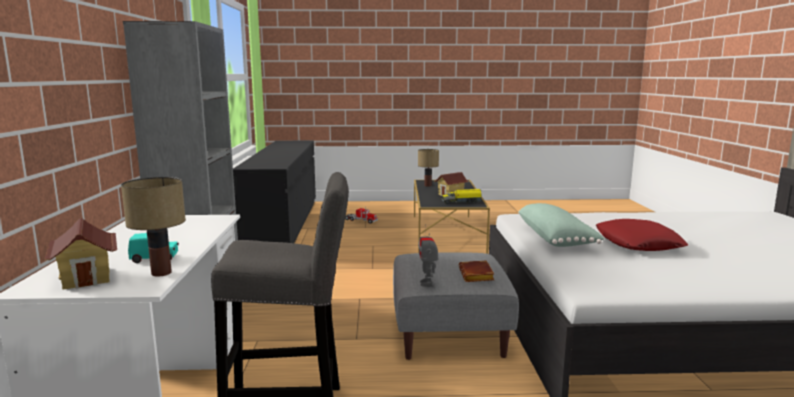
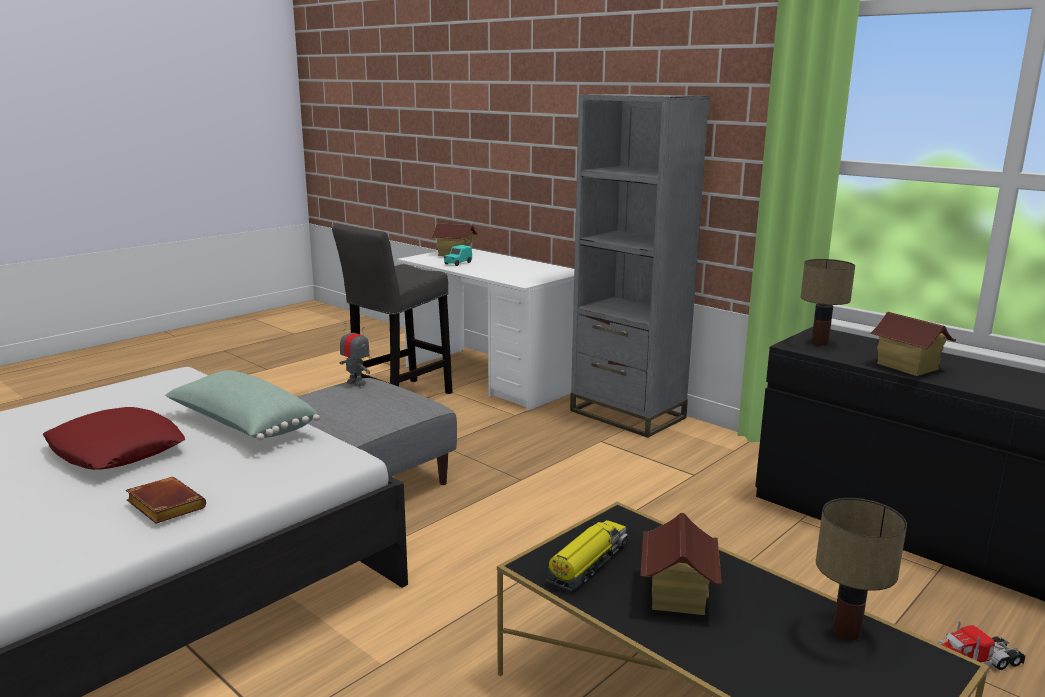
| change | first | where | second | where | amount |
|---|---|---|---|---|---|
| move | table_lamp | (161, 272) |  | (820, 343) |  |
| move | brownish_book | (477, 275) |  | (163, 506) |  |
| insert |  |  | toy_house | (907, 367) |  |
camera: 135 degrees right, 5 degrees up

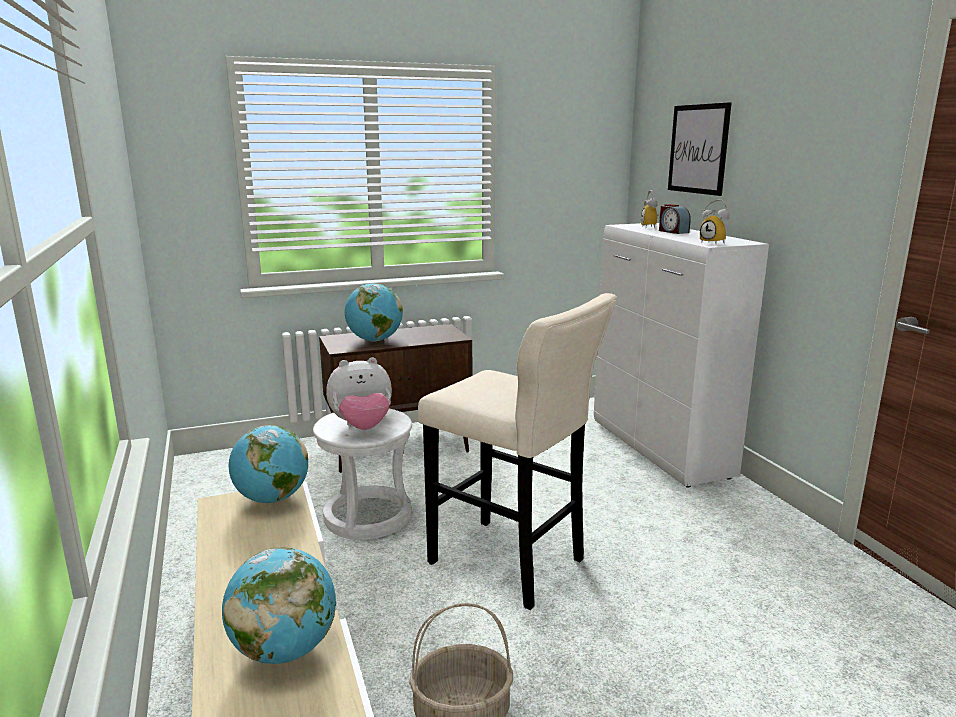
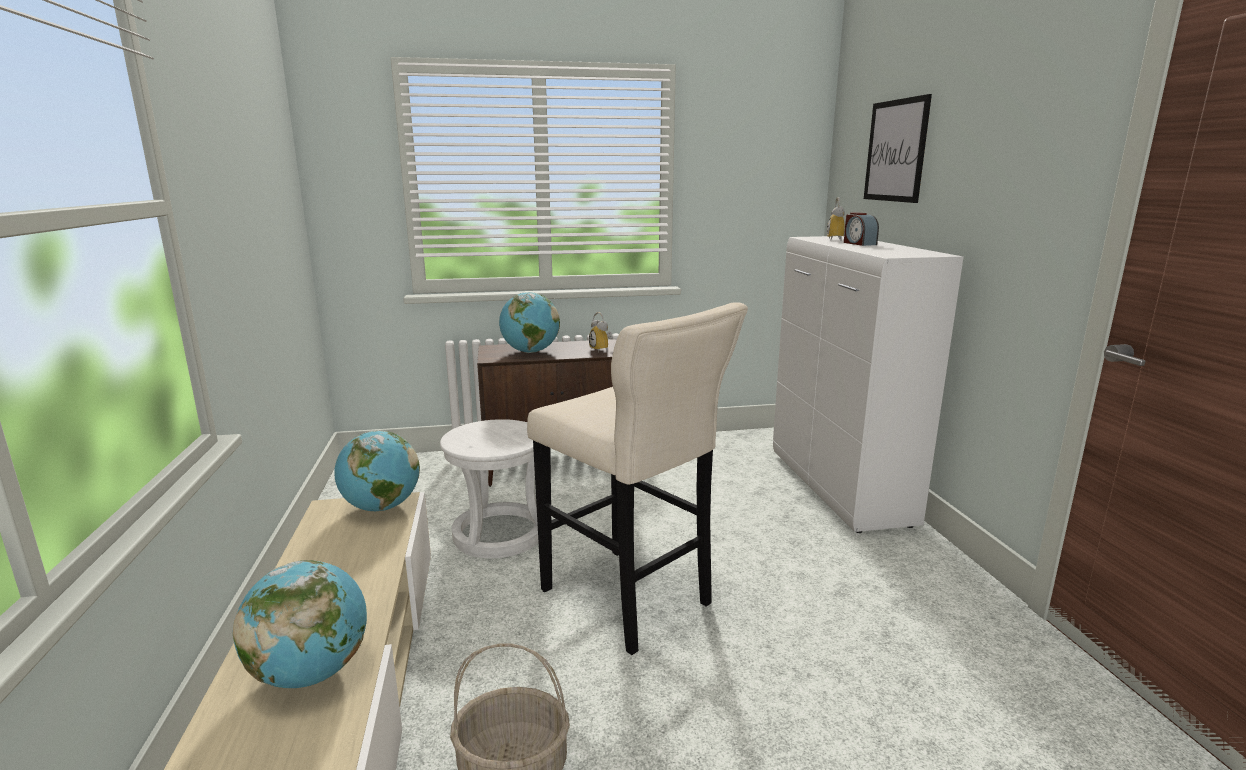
| change | first | where | second | where | amount |
|---|---|---|---|---|---|
| delete | plush_toy | (362, 427) |  |  |  |
| move | table_clock | (715, 243) |  | (602, 350) |  |
camera: 10 degrees right, 0 degrees up

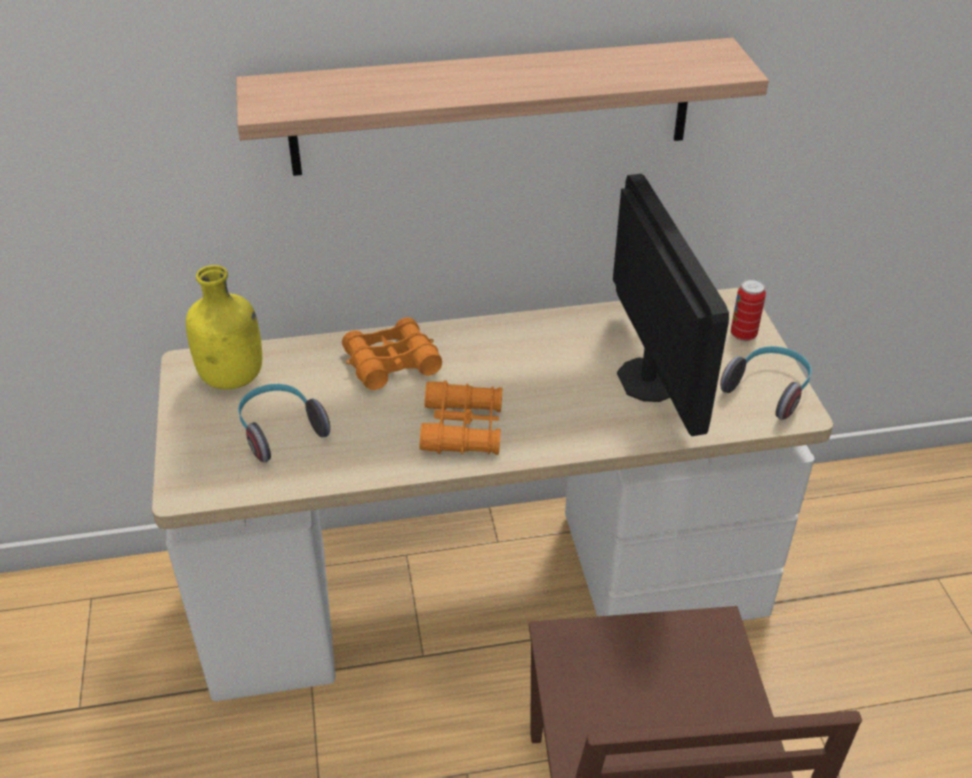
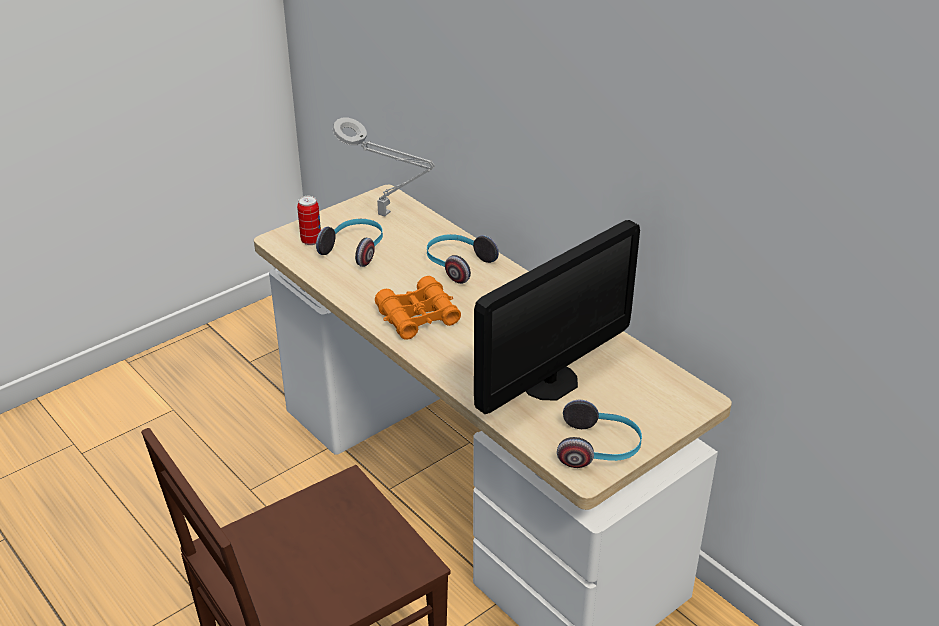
| change | first | where | second | where | amount |
|---|---|---|---|---|---|
| replace | yellowish_drink_bottle | (234, 378) | greyish_table_lamp | (387, 215) |  |
| delete | wall_shelf | (492, 107) |  |  |  |
| replace | orange-coloured_field_glasses | (391, 363) | headphones | (457, 265) |  |
| move | metal_can | (743, 335) |  | (311, 241) |  |
camera: 60 degrees right, 5 degrees down

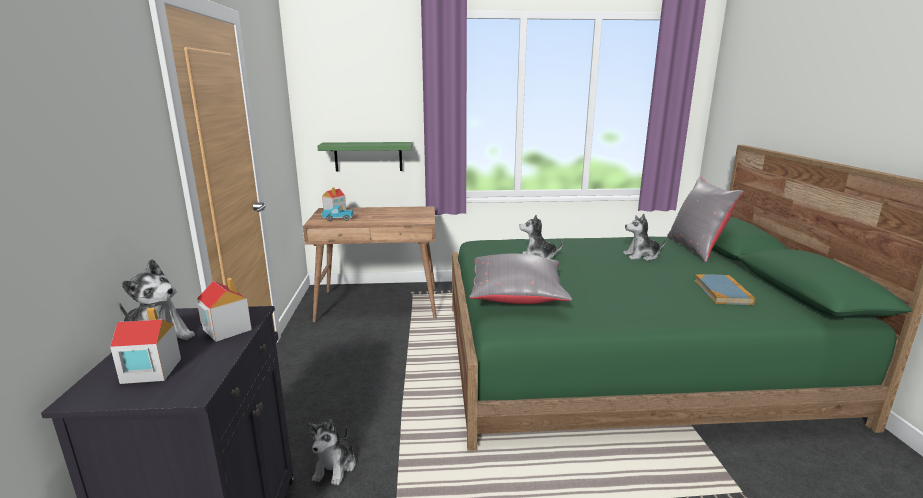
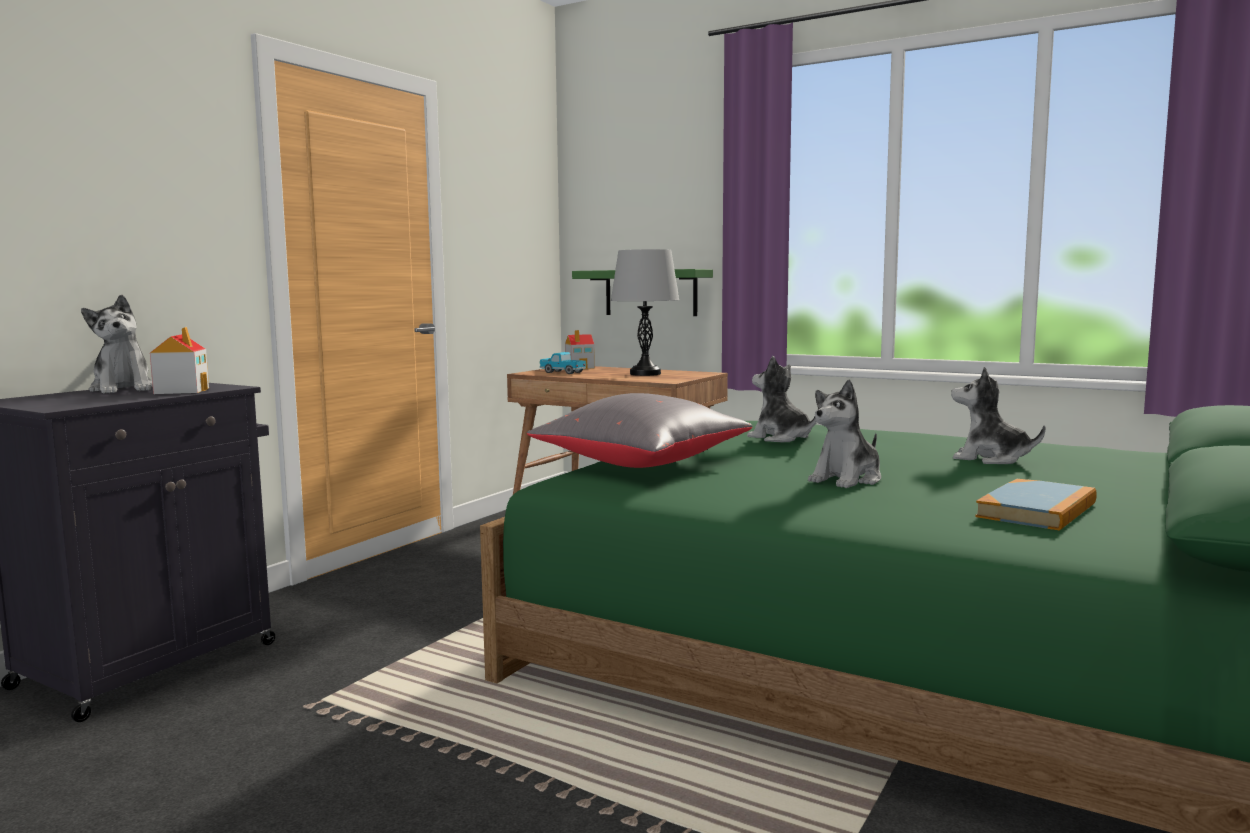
| change | first | where | second | where | amount |
|---|---|---|---|---|---|
| delete | toy_house | (150, 371) |  |  |  |
| move | plush_toy | (335, 467) |  | (847, 479) |  |
| delete | greyish_throw_pillow | (696, 248) |  |  |  |
| insert |  |  | greyish_table_lamp | (645, 374) |  |
camera: 35 degrees right, 10 degrees down

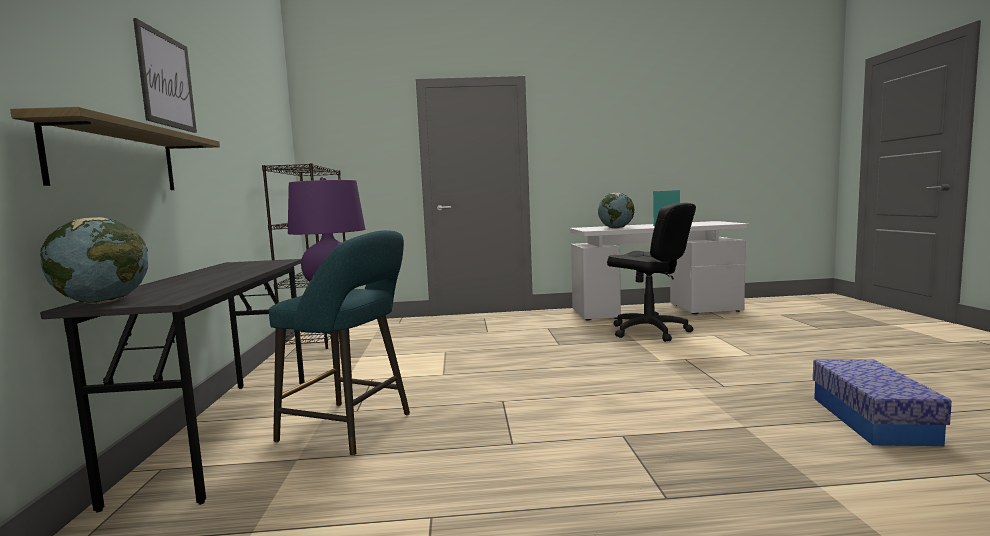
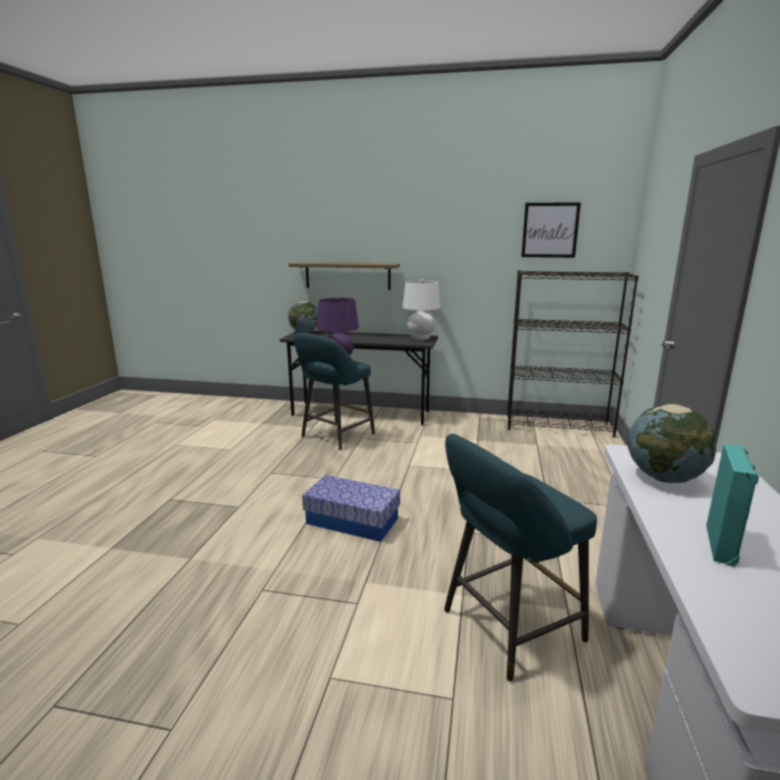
| change | first | where | second | where | amount |
|---|---|---|---|---|---|
| move | wall_picture | (166, 80) |  | (550, 230) |  |
| replace | black_computer_chair | (649, 331) | blue-green_sitting_stool | (506, 628) |  |
| move | storage_box | (871, 419) |  | (352, 521) |  |
| insert |  |  | whitish_table_lamp | (420, 338) |  |
camera: 105 degrees right, 10 degrees up

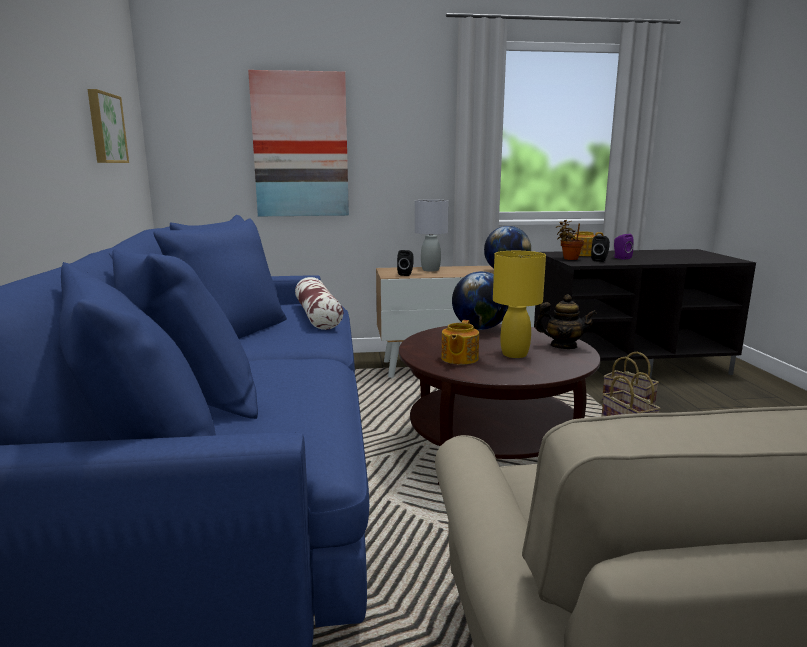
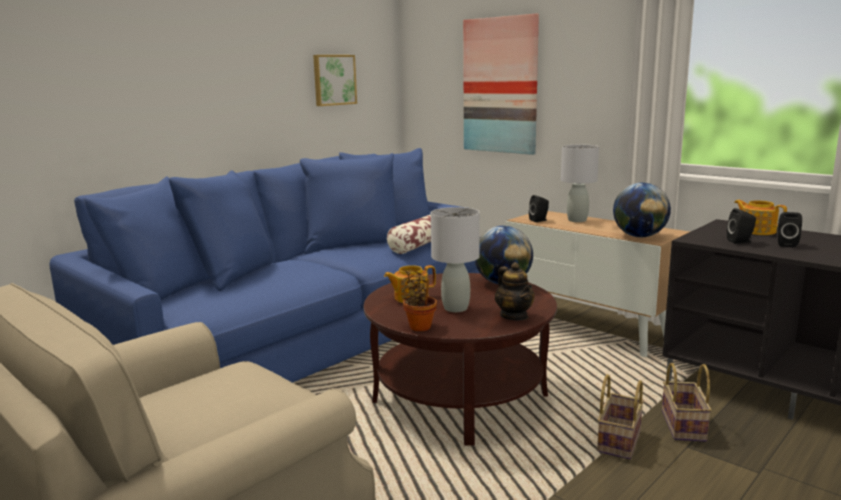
| change | first | where | second | where | amount |
|---|---|---|---|---|---|
| recolor | yellowish_table_lamp | (515, 354) | greyish_table_lamp | (455, 308) |  |
| move | plant_in_a_pot | (568, 258) |  | (419, 326) |  |
| recolor | purplish_loudspeaker | (621, 258) | black_loudspeaker | (786, 244) |  |
camera: 50 degrees right, 0 degrees up

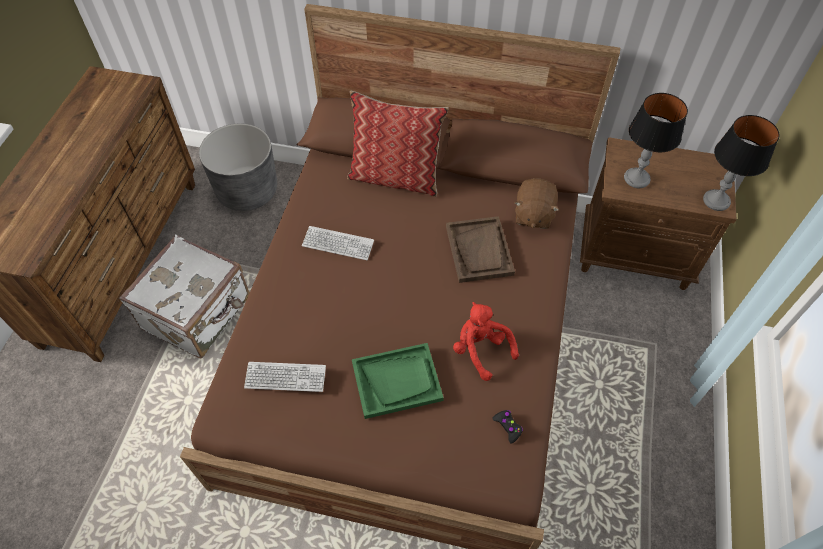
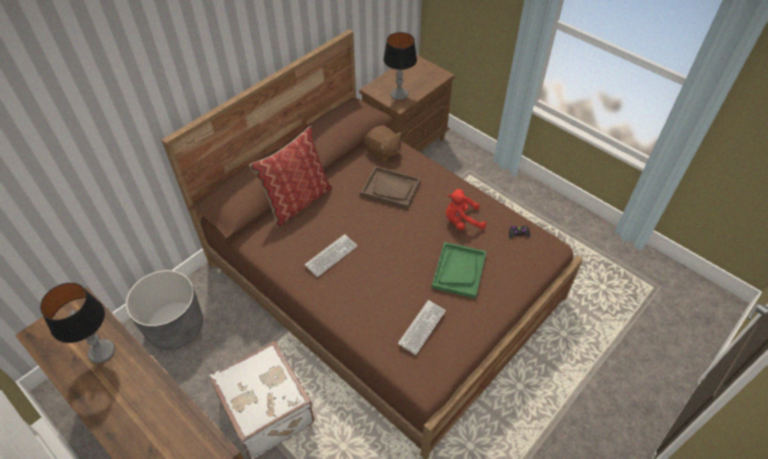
| change | first | where | second | where | amount |
|---|---|---|---|---|---|
| move | table_lamp | (716, 201) |  | (102, 352) |  |
camera: 60 degrees left, 5 degrees down

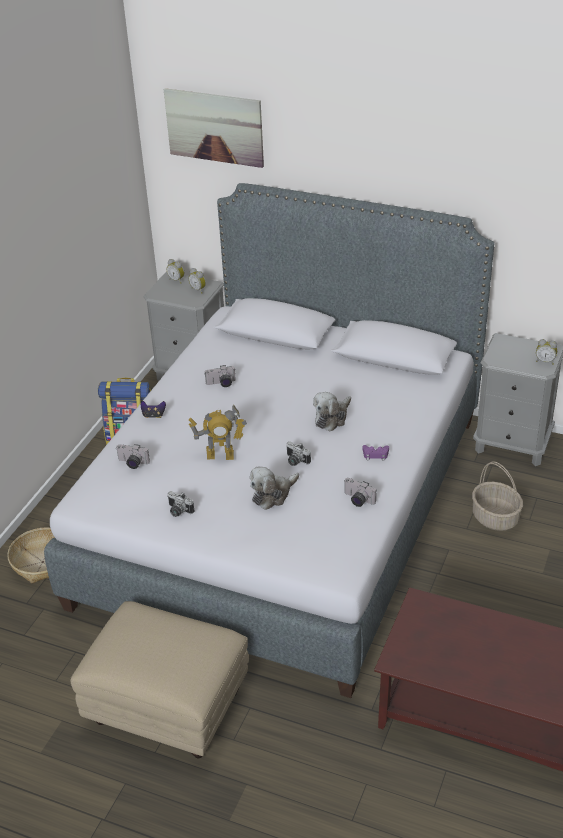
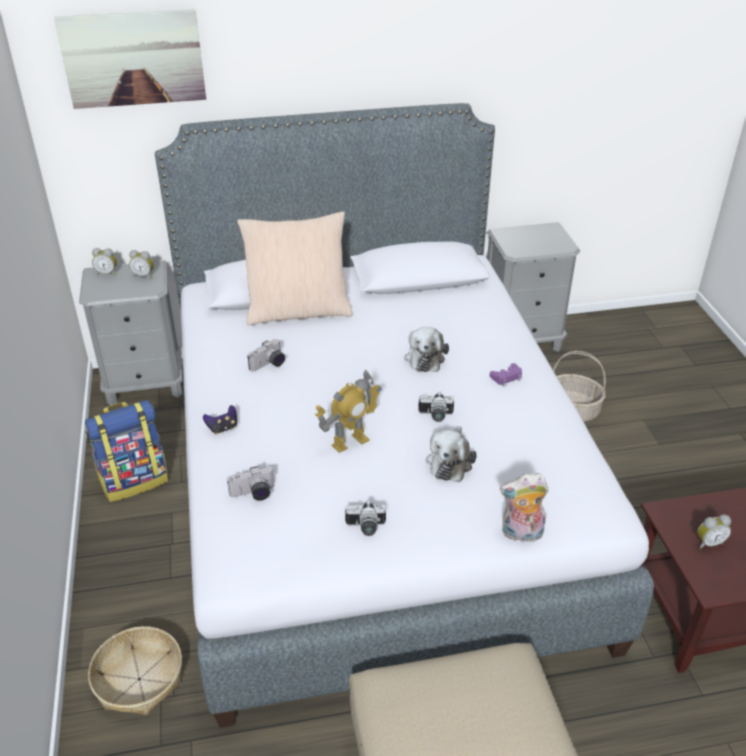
| change | first | where | second | where | amount |
|---|---|---|---|---|---|
| delete | photo_camera | (357, 500) |  |  |  |
| move | table_clock | (545, 361) |  | (708, 542) |  |
| insert |  |  | beige_throw_pillow | (298, 311) |  |
| insert |  |  | plush_toy | (521, 534) |  |
camera: 35 degrees left, 0 degrees up

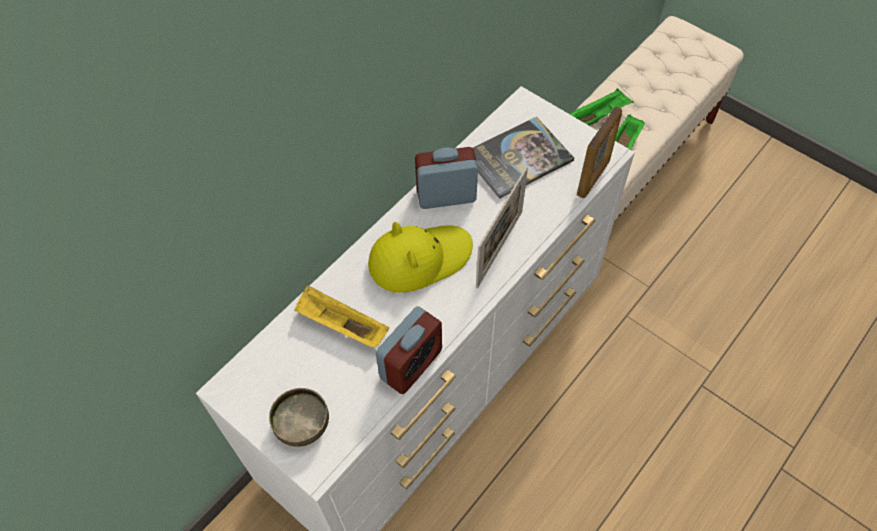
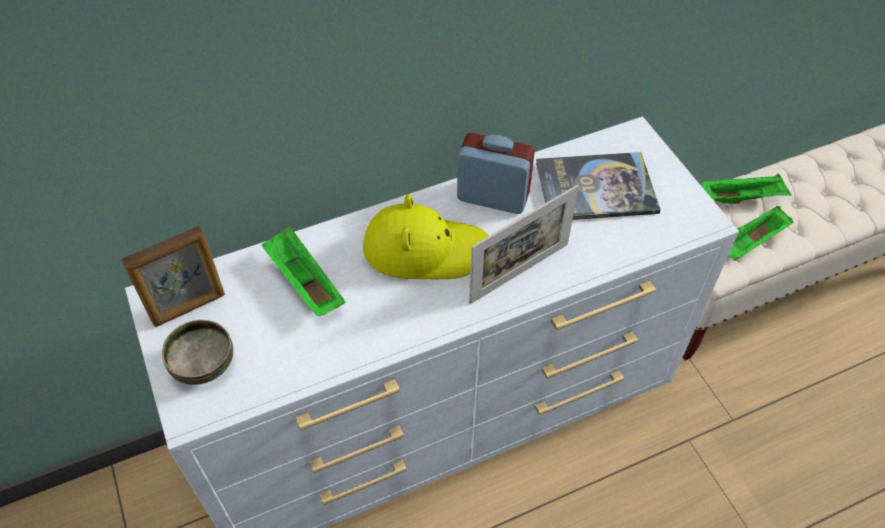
| change | first | where | second | where | amount |
|---|---|---|---|---|---|
| recolor | yellowish_carrying_tray | (341, 325) | green-coloured_carrying_tray | (304, 282) |  |
| delete | table_clock | (411, 364) |  |  |  |
| move | picture_frame | (593, 178) |  | (189, 308) |  |
camera: 25 degrees right, 5 degrees down

